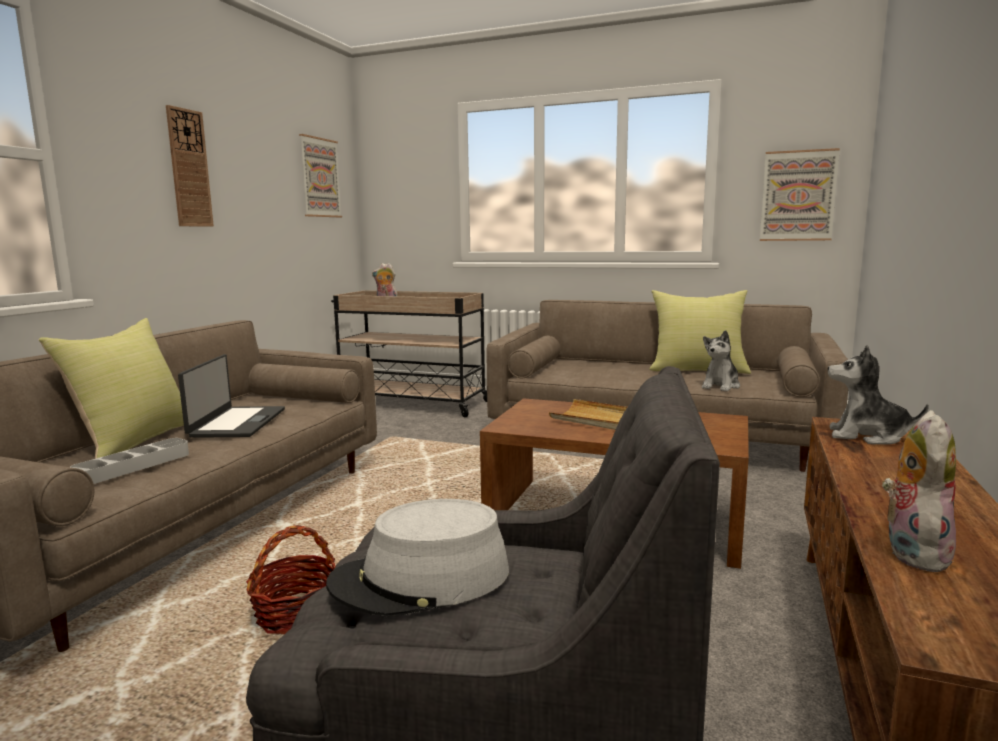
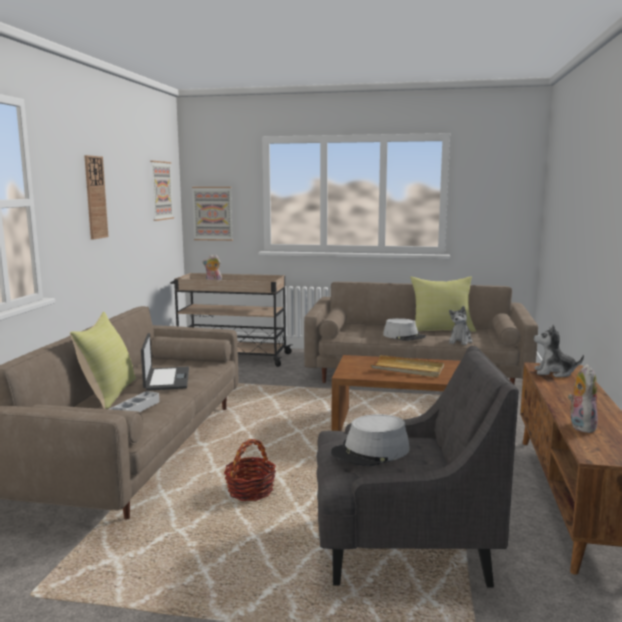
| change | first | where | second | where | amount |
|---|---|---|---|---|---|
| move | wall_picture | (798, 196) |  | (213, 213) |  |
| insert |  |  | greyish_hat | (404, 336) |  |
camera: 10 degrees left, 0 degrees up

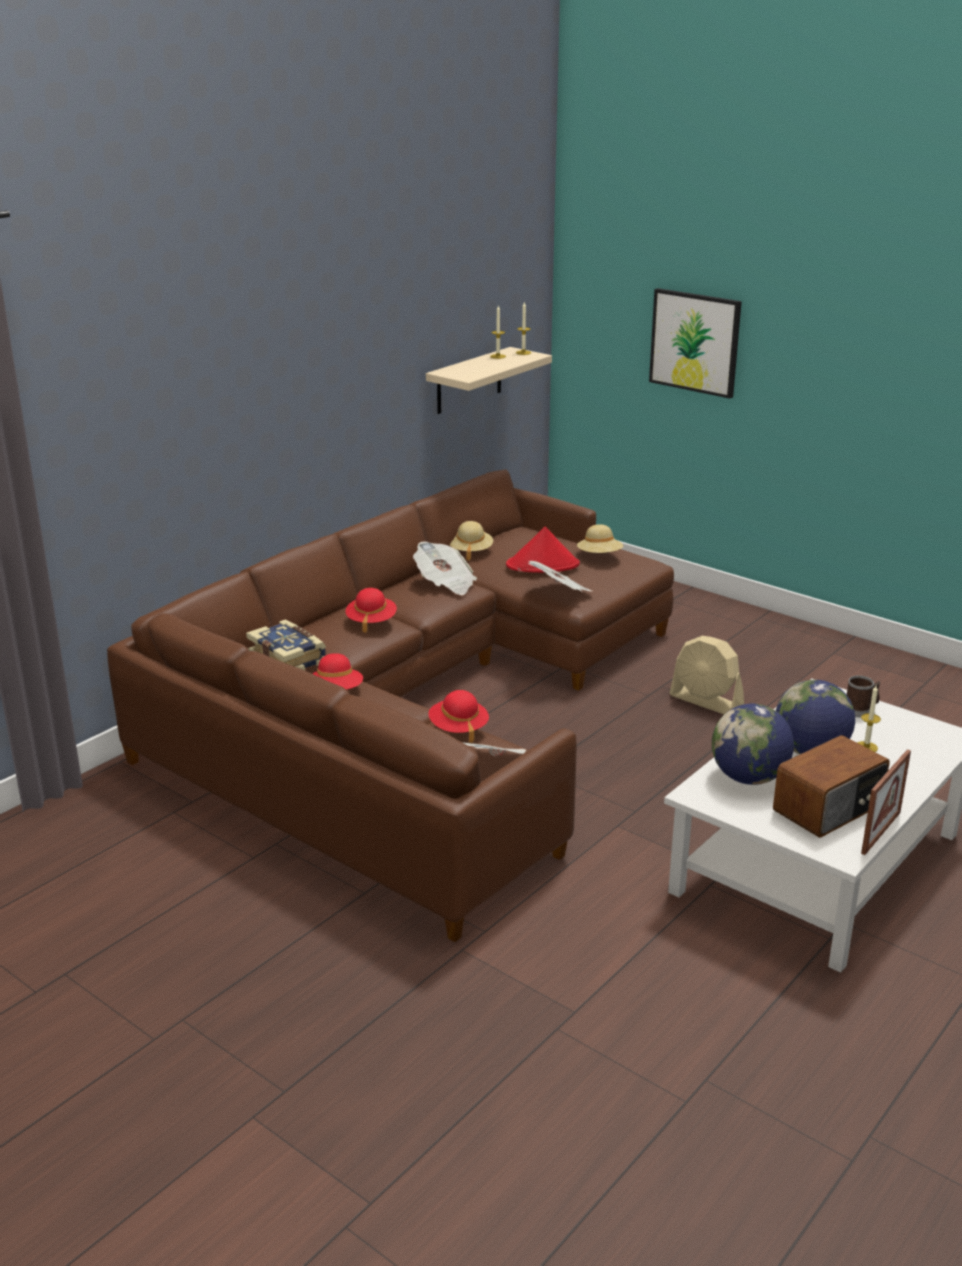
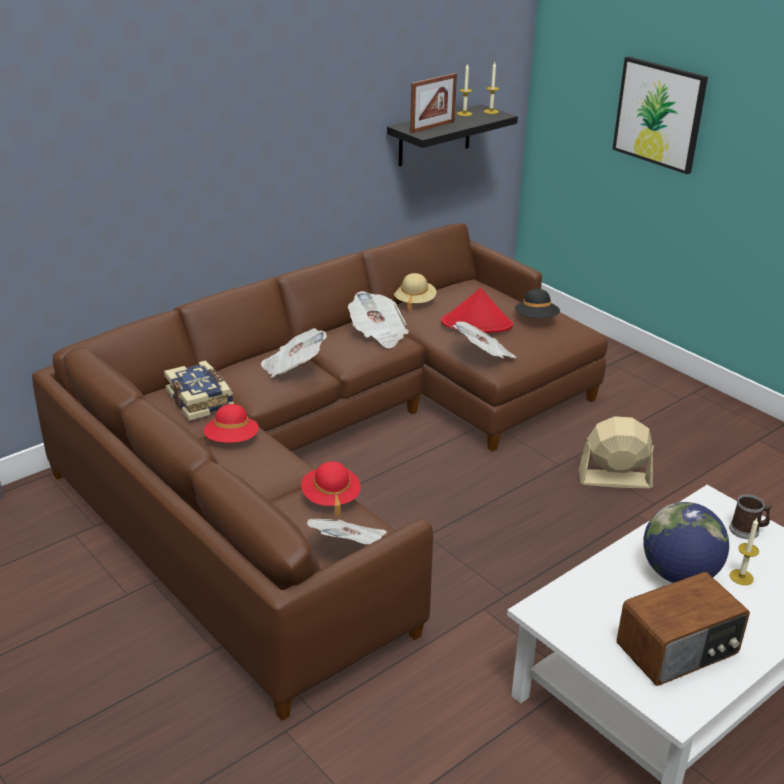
| change | first | where | second | where | amount |
|---|---|---|---|---|---|
| replace | red-coloured_hat | (371, 621) | newspaper | (293, 367) |  |
| recolor | beige_wall_shelf | (469, 381) | black_wall_shelf | (434, 135) |  |
| recolor | beige_hat | (599, 556) | black_hat | (536, 319) |  |
| rotate | beige_electric_fan | (706, 701) |  | (614, 479) | 135 degrees clockwise |
| delete | desk_globe | (749, 778) |  |  |  |
| move | picture_frame | (881, 832) |  | (432, 127) |  |
camera: 10 degrees right, 5 degrees up

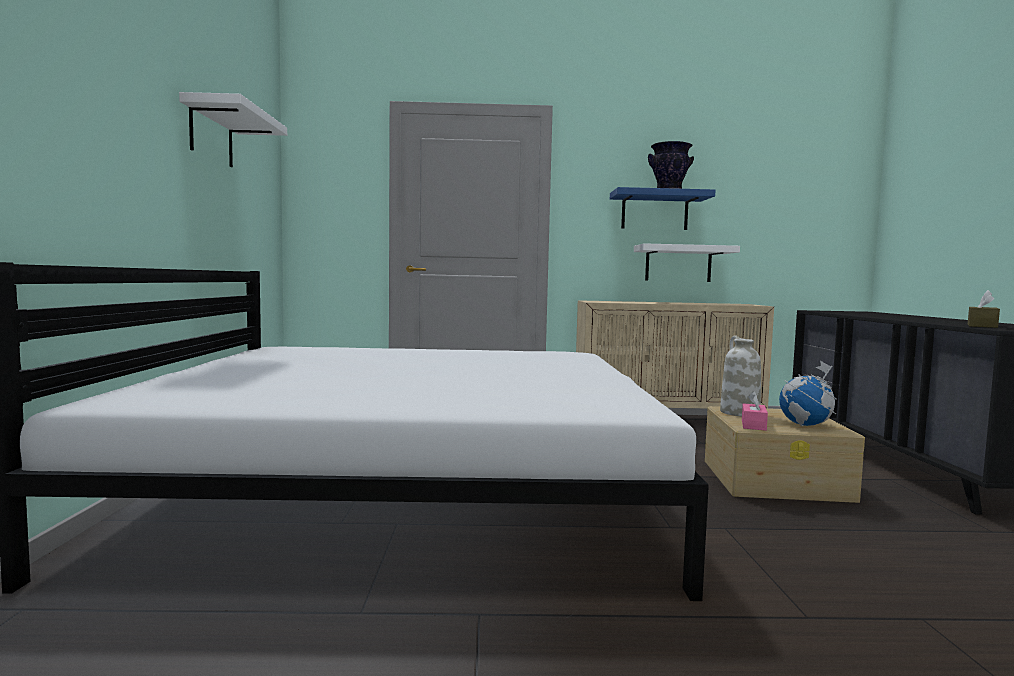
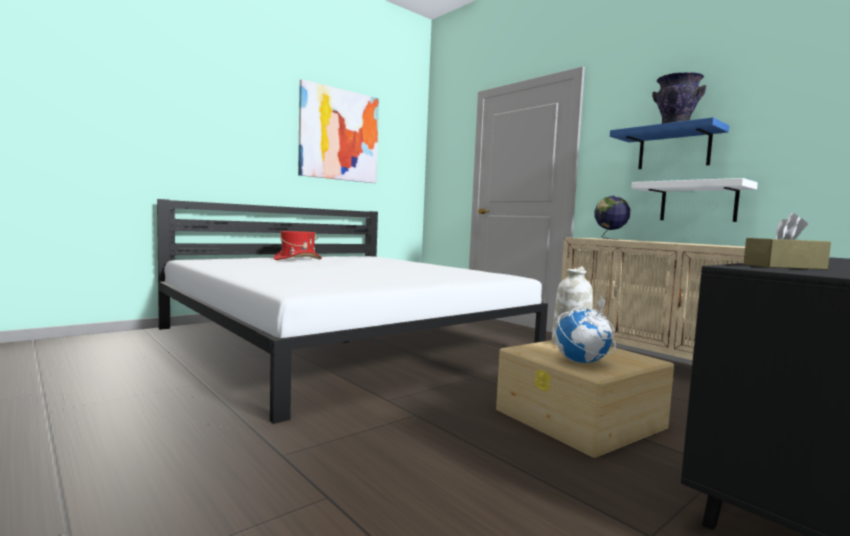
| change | first | where | second | where | amount |
|---|---|---|---|---|---|
| replace | whitish_wall_shelf | (211, 134) | wall_picture | (339, 135) |  |
| delete | pinkish_tissue_box | (753, 425) |  |  |  |
| insert |  |  | red-coloured_hat | (298, 259) |  |
| insert |  |  | desk_globe | (610, 239) |  |
camera: 50 degrees right, 0 degrees up

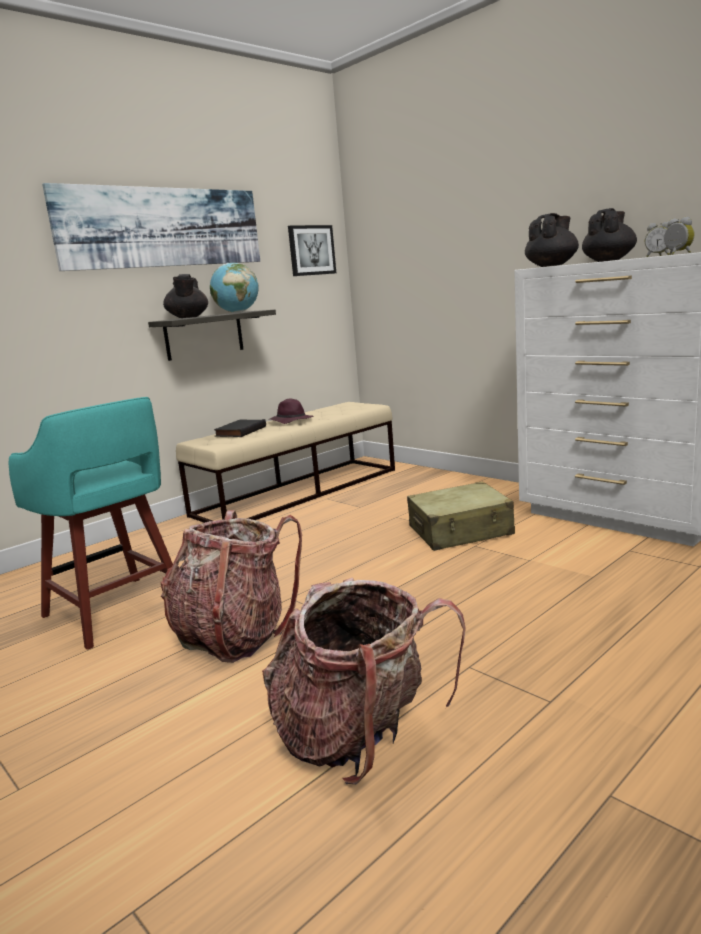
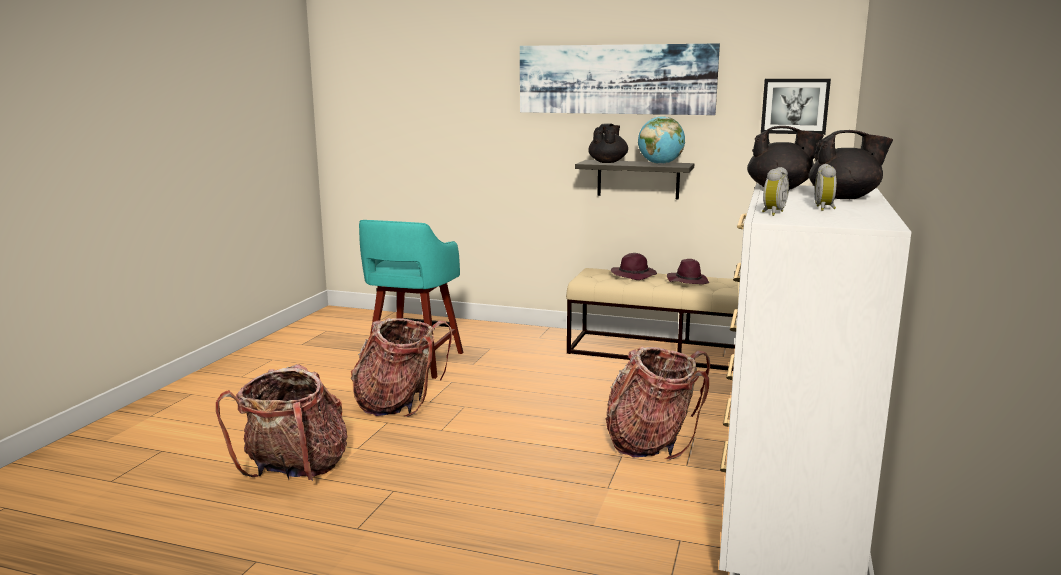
| change | first | where | second | where | amount |
|---|---|---|---|---|---|
| rotate | black_pot_for_tea | (188, 317) |  | (608, 162) | 150 degrees clockwise |
| replace | black_book | (240, 431) | purplish_hat | (634, 275) |  |
| replace | beige_suitcase | (460, 531) | backpack | (651, 443) |  |
camera: 60 degrees right, 0 degrees up

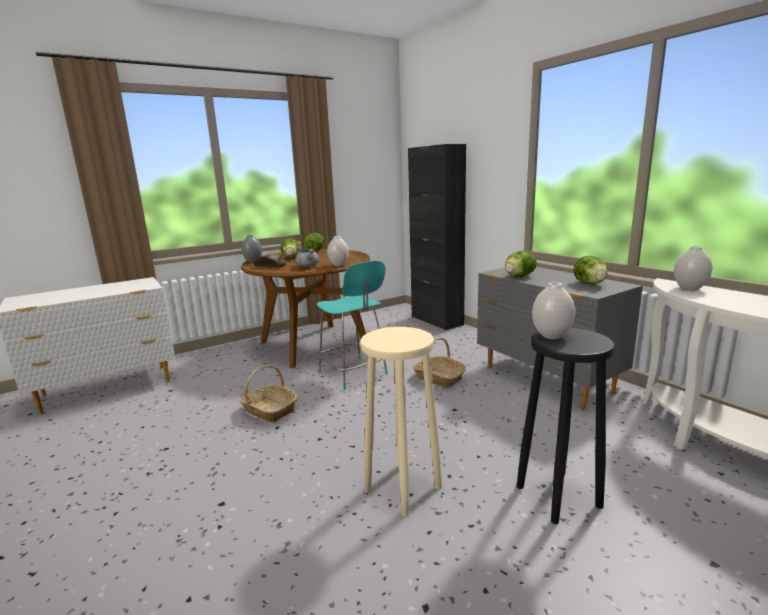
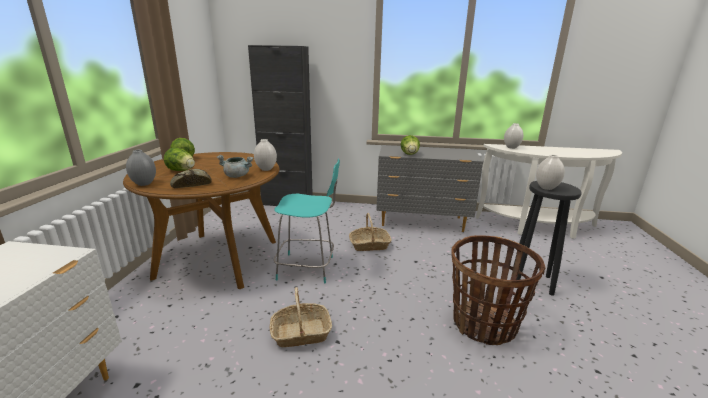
| change | first | where | second | where | amount |
|---|---|---|---|---|---|
| replace | beige_sitting_stool | (402, 489) | basket | (484, 324) |  |
| delete | lettuce_head | (589, 284) |  |  |  |
camera: 50 degrees left, 5 degrees up

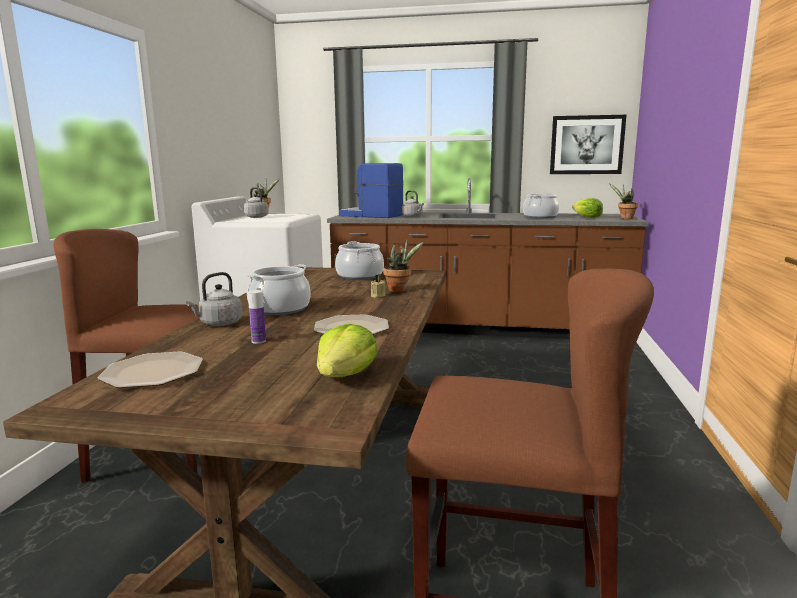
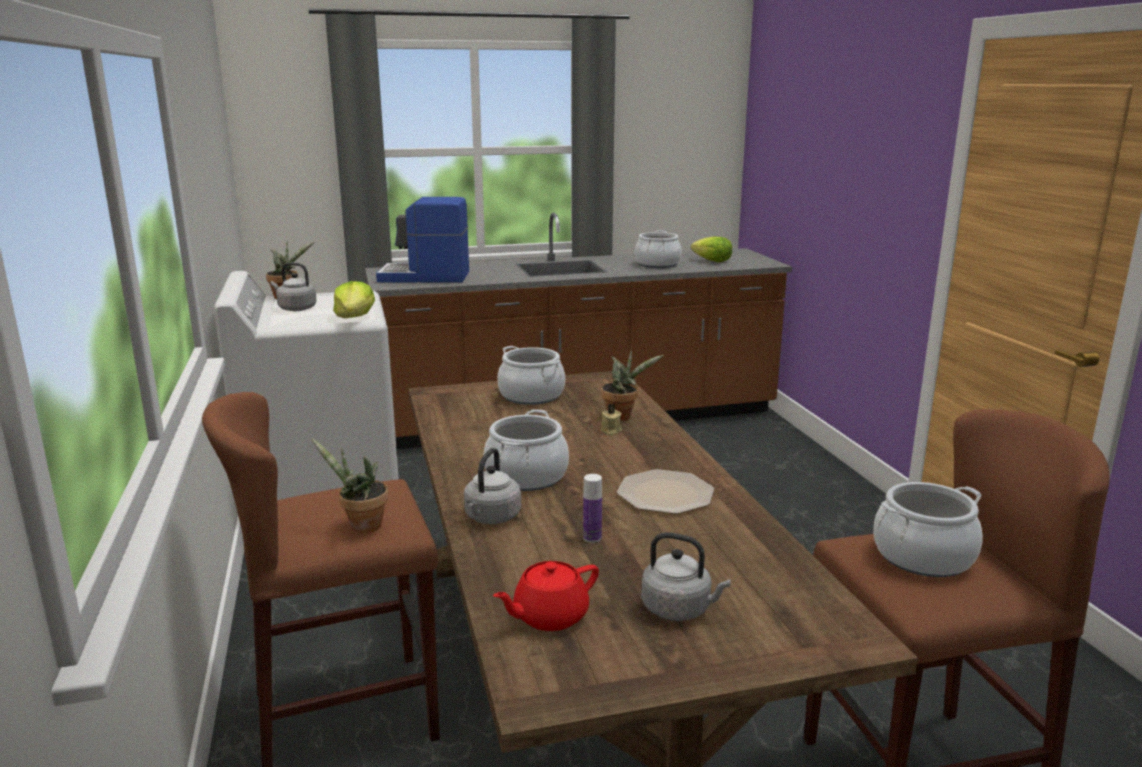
| change | first | where | second | where | amount |
|---|---|---|---|---|---|
| replace | plate | (152, 372) | red-coloured_pot_for_tea | (549, 616) |  |
| move | lettuce_head | (345, 375) |  | (355, 318) |  |
| move | greyish_tea_kettle | (413, 216) |  | (679, 609) |  |
| delete | wall_picture | (586, 145) |  |  |  |
| move | plant_in_a_pot | (624, 218) |  | (361, 526) |  |
| insert |  |  | cooking_pot | (922, 556) |  |
camera: 25 degrees left, 5 degrees up

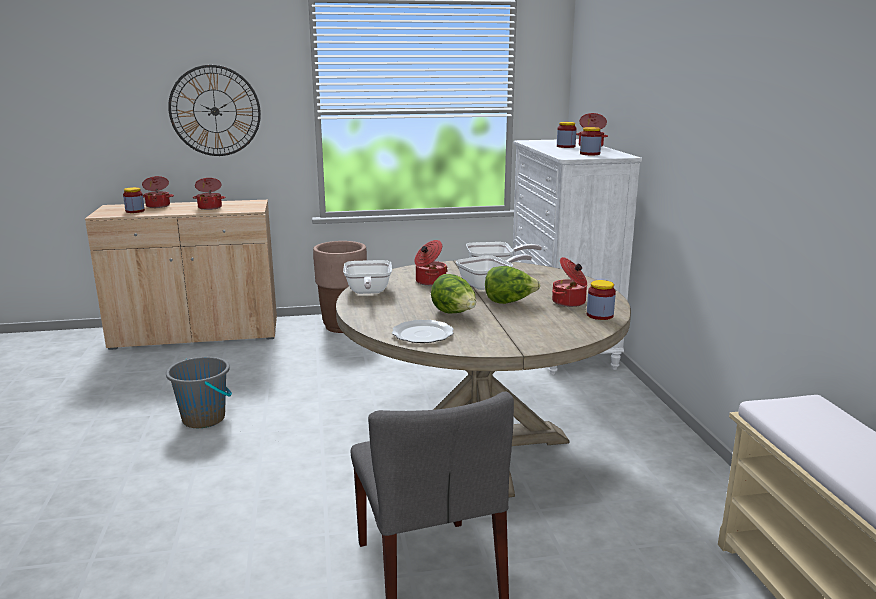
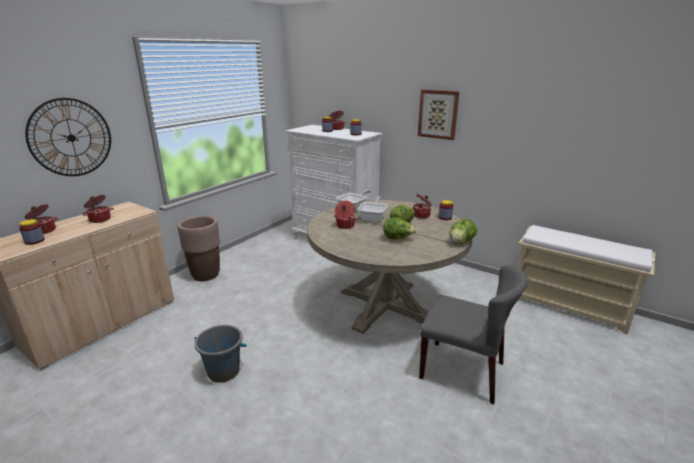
| change | first | where | second | where | amount |
|---|---|---|---|---|---|
| delete | frying_pan | (367, 292) |  |  |  |
| delete | plate | (422, 334) |  |  |  |
| insert |  |  | wall_picture | (438, 114) |  |
| insert |  |  | lettuce_head | (461, 242) |  |
camera: 45 degrees left, 5 degrees up

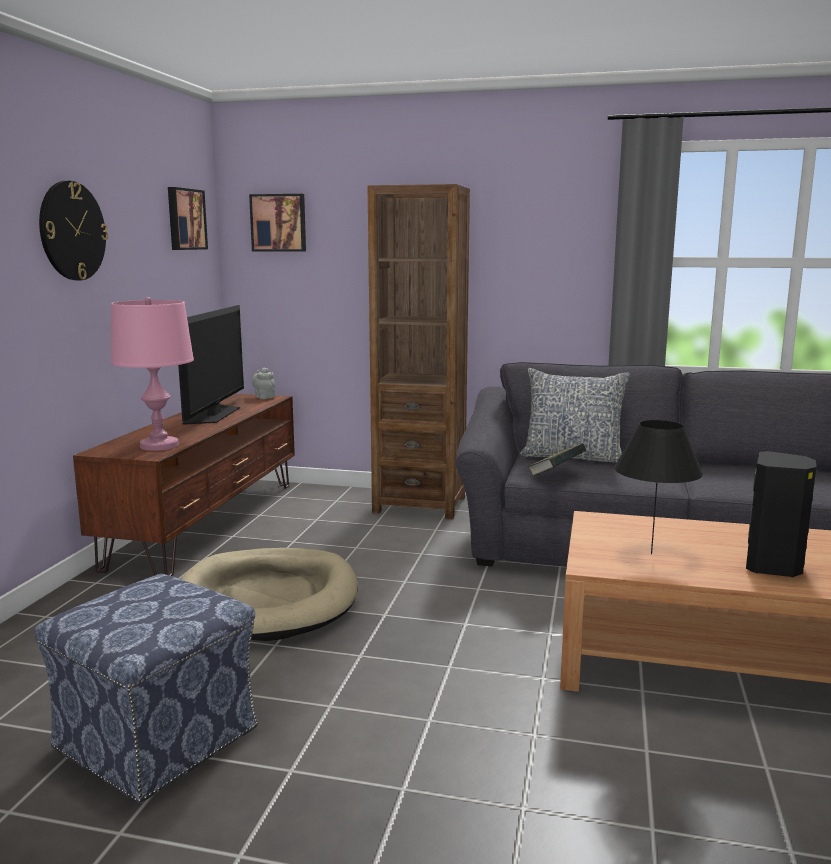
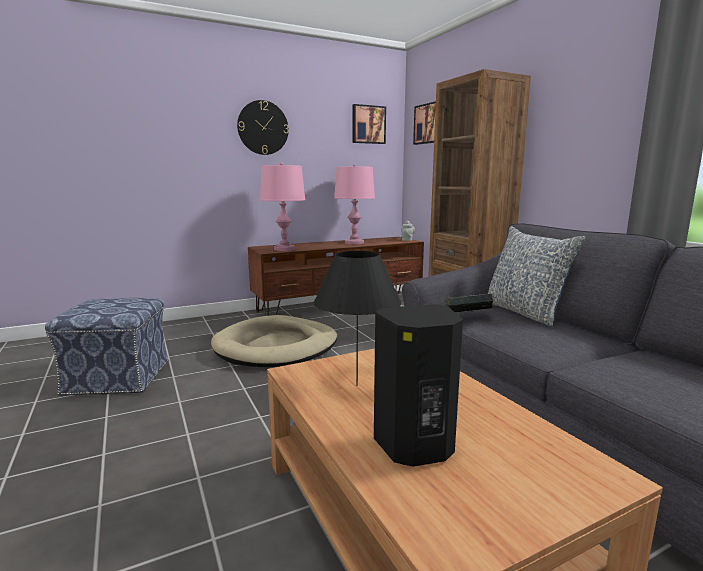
| change | first | where | second | where | amount |
|---|---|---|---|---|---|
| replace | TV_set | (214, 414) | pinkish_table_lamp | (354, 243) |  |
camera: 50 degrees right, 0 degrees up

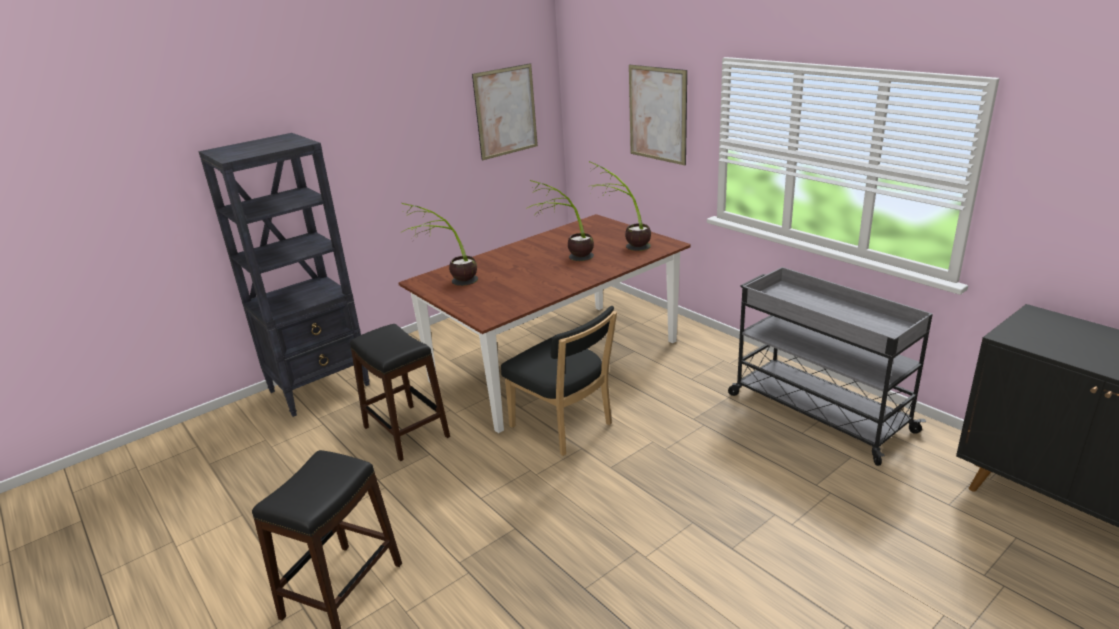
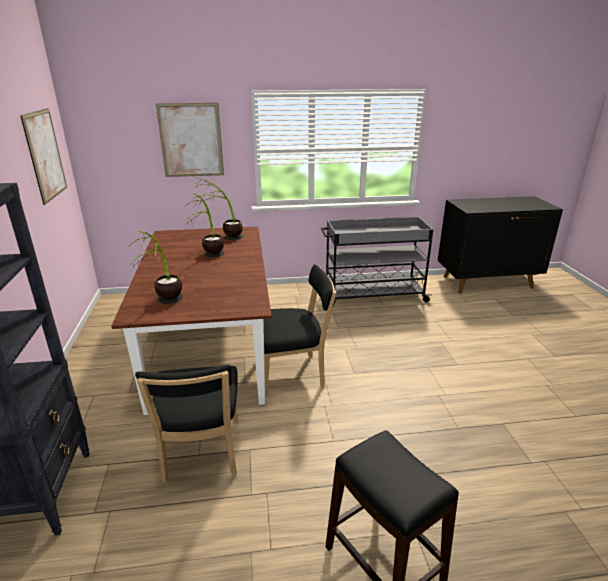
| change | first | where | second | where | amount |
|---|---|---|---|---|---|
| replace | black_sitting_stool | (406, 432) | black_plain_chair | (201, 454) |  |
camera: 60 degrees left, 0 degrees up

